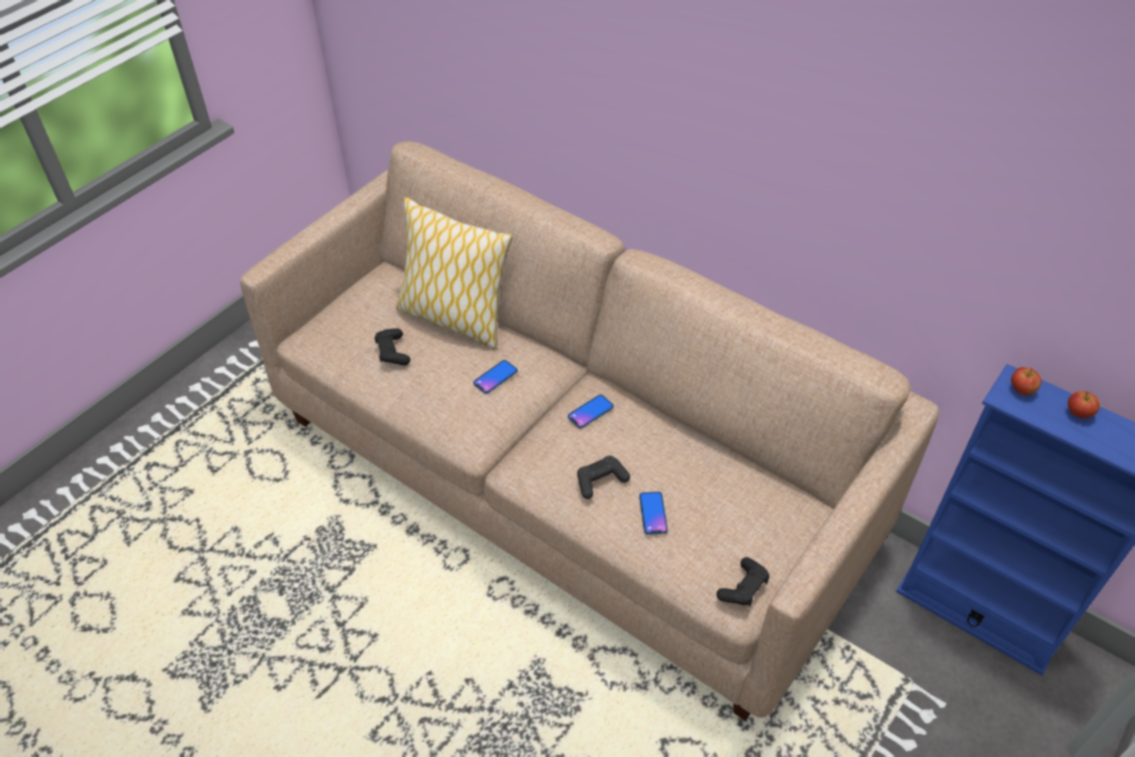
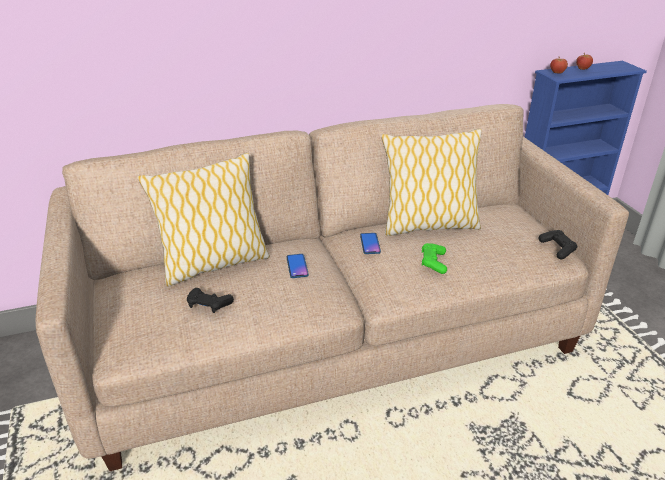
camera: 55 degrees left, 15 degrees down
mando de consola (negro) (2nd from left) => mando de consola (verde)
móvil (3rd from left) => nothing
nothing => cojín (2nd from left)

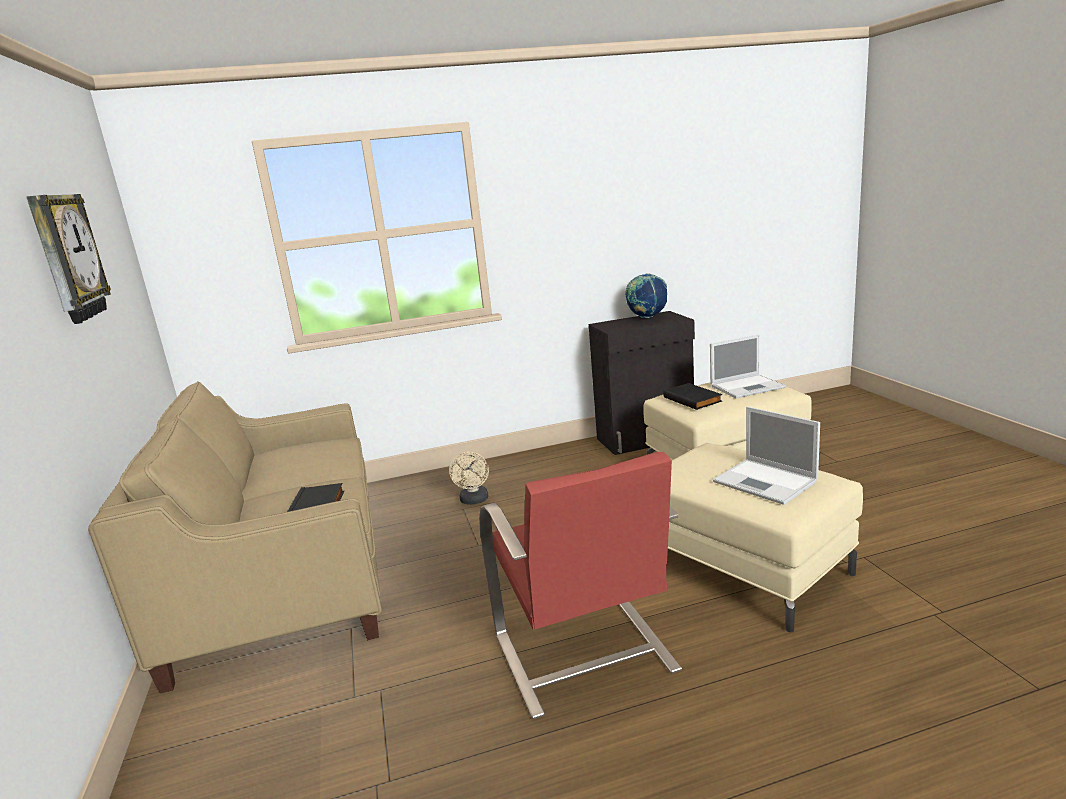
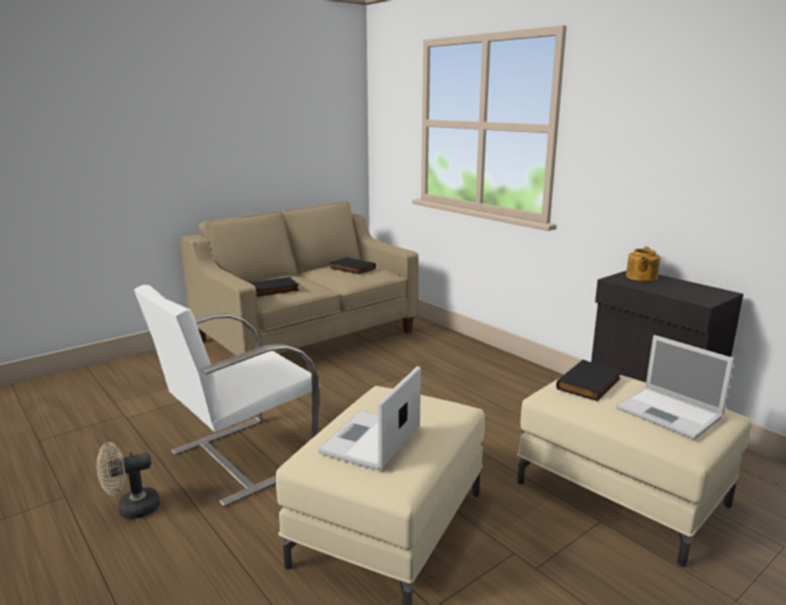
camera: 65 degrees right, 0 degrees up
reloj de pared => nothing
ventilador (beis), move
sillón (rojo) => sillón (blanco)
globo terráqueo => nothing
nothing => libro (negro) (2nd from left)
nothing => tetera

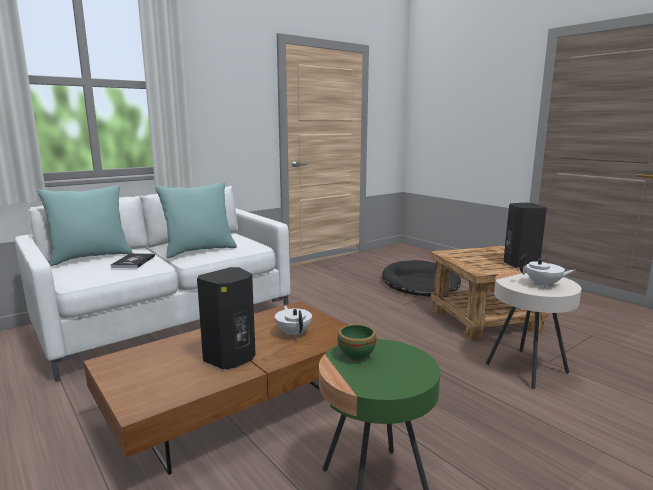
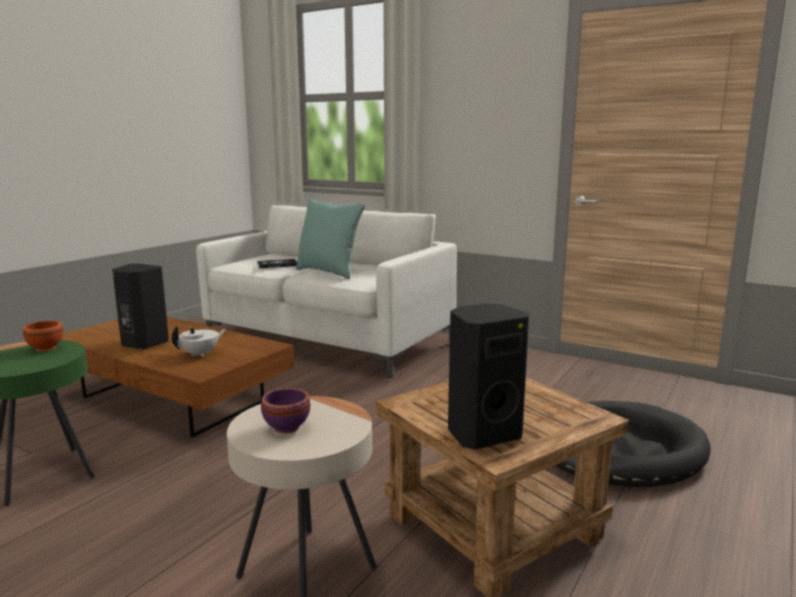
camera: 70 degrees right, 0 degrees up
cojín (turquesa) (1st from left) => nothing
cuenco (verde) => cuenco (marrón)
tetera (blanco) (2nd from left) => cuenco (morado)

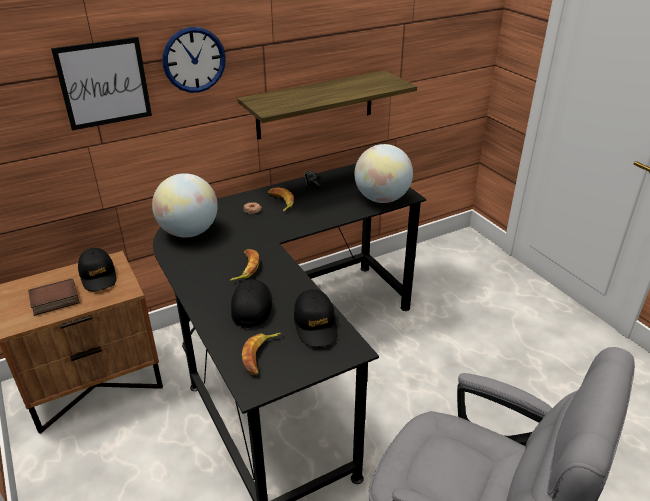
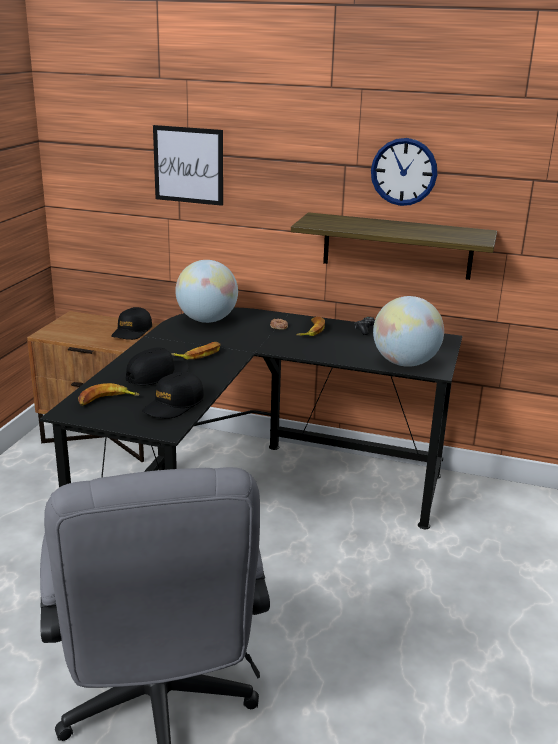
camera: 45 degrees right, 10 degrees down
libro => nothing
reloj de pared, move

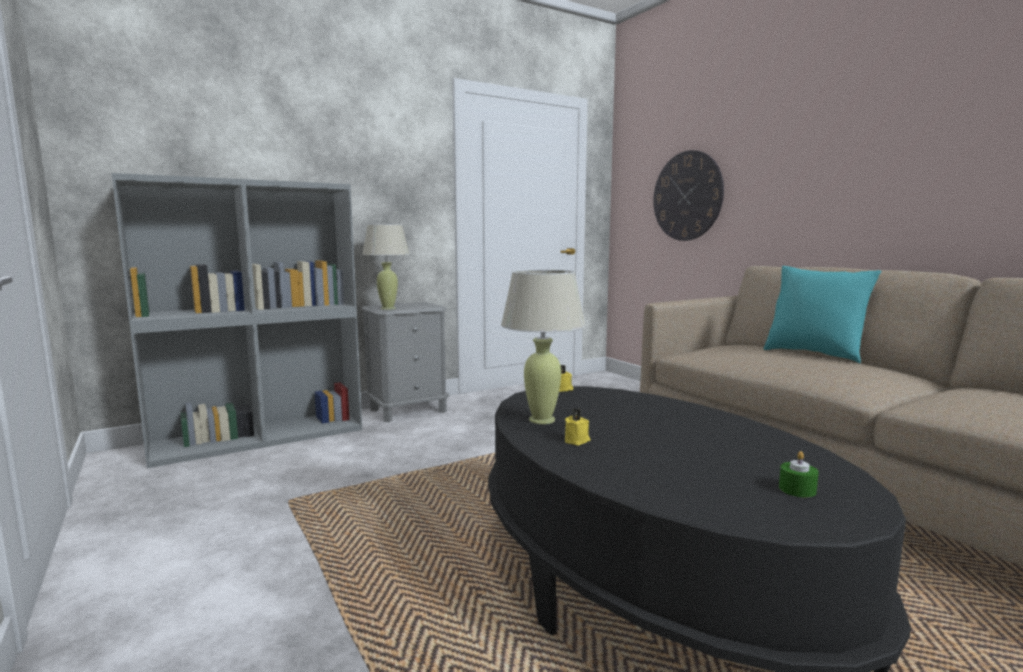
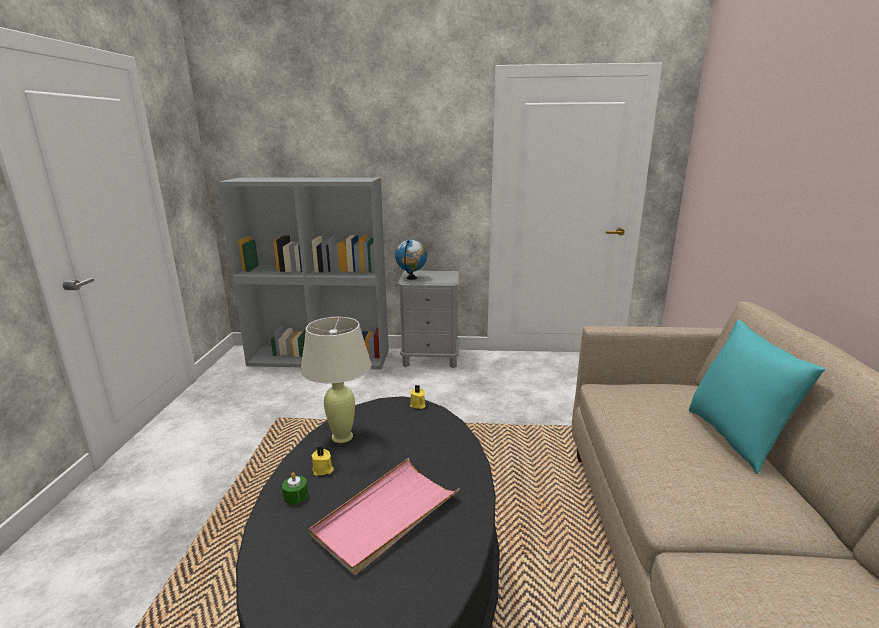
camera: 35 degrees right, 10 degrees up
lámpara de mesa (beis) (1st from left) => globo terráqueo
reloj de pared => nothing
vela (verde), move
nothing => bandeja (rosa)

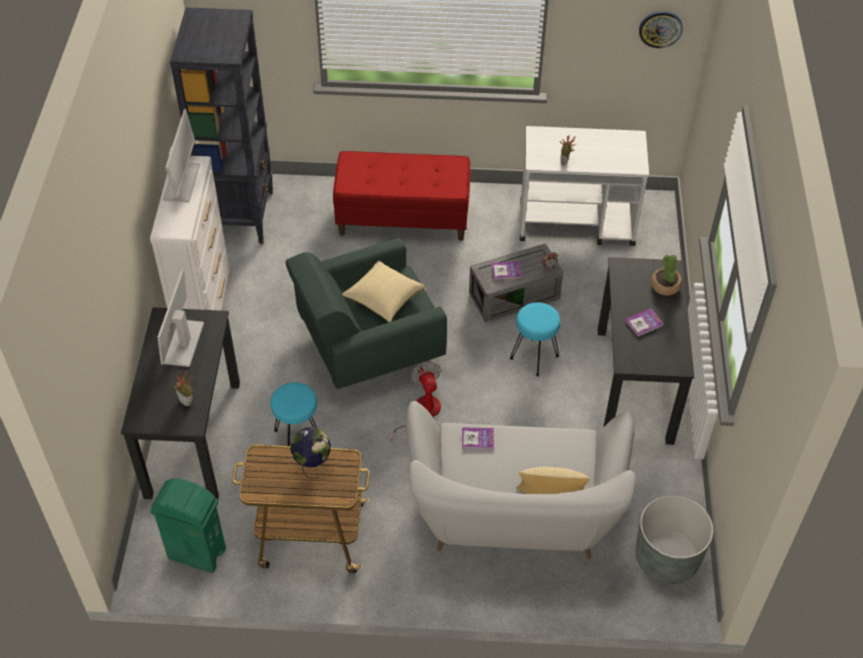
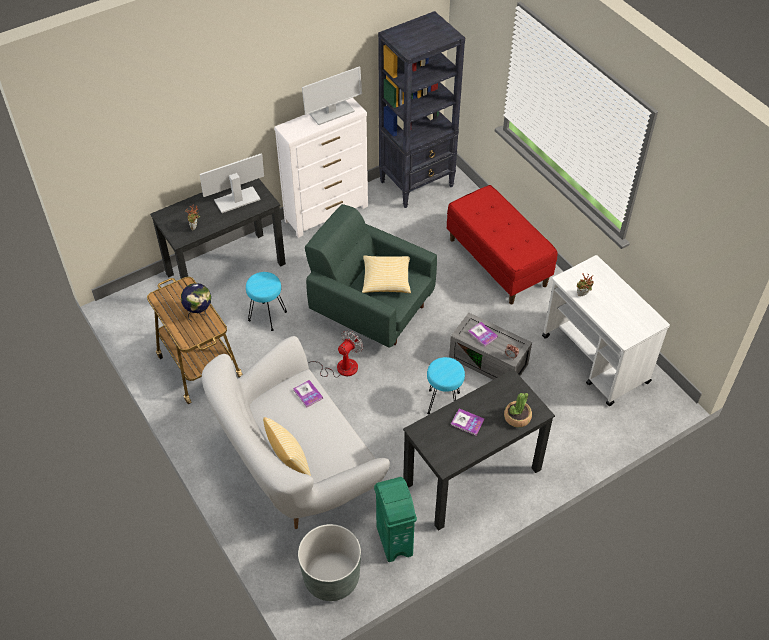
camera: 55 degrees right, 0 degrees up
papelera (verde), move
reloj de pared => nothing

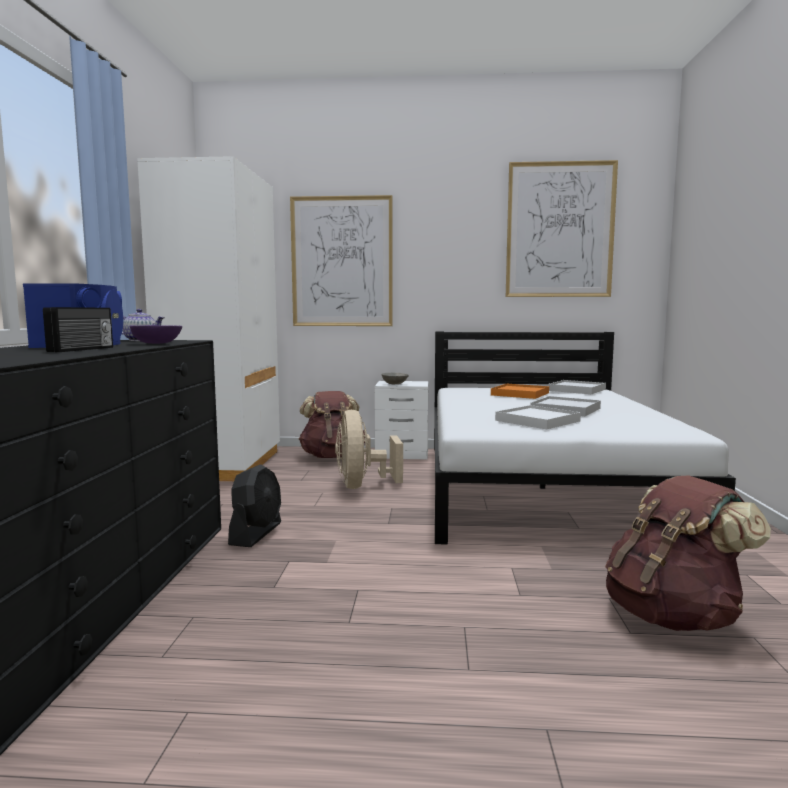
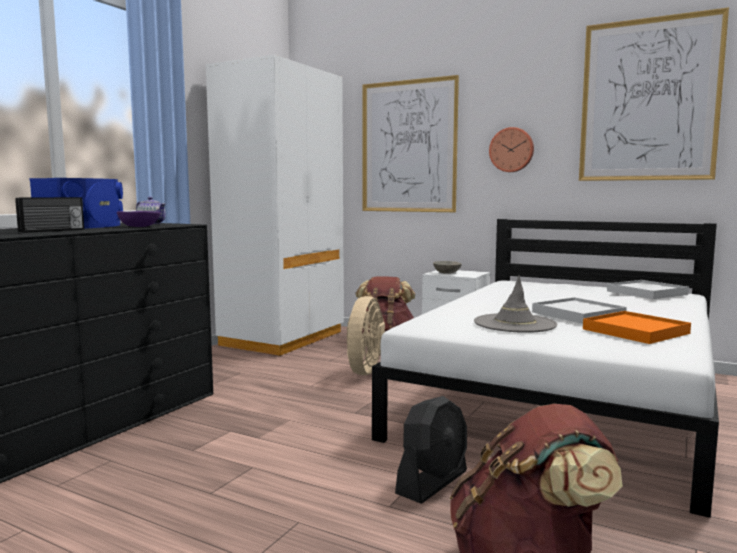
camera: 25 degrees right, 0 degrees up
ventilador (negro), move
bandeja (naranja), move
bandeja (blanco) (1st from left) => sombrero (gris)
nothing => reloj de pared

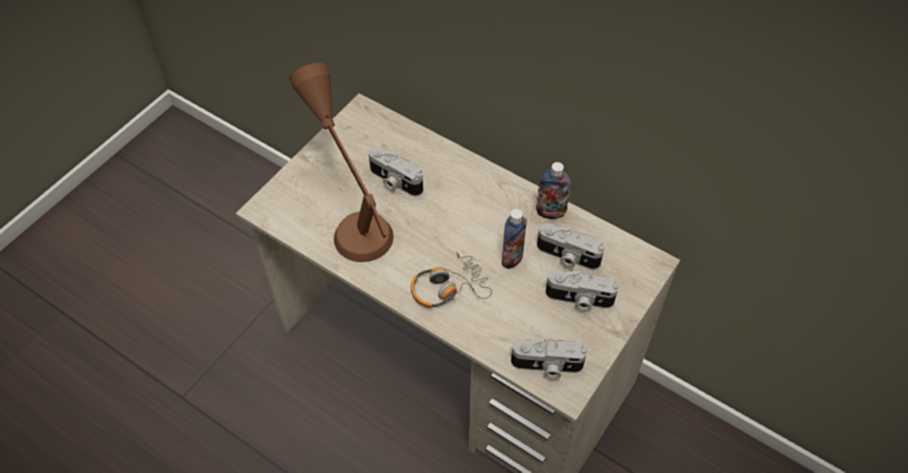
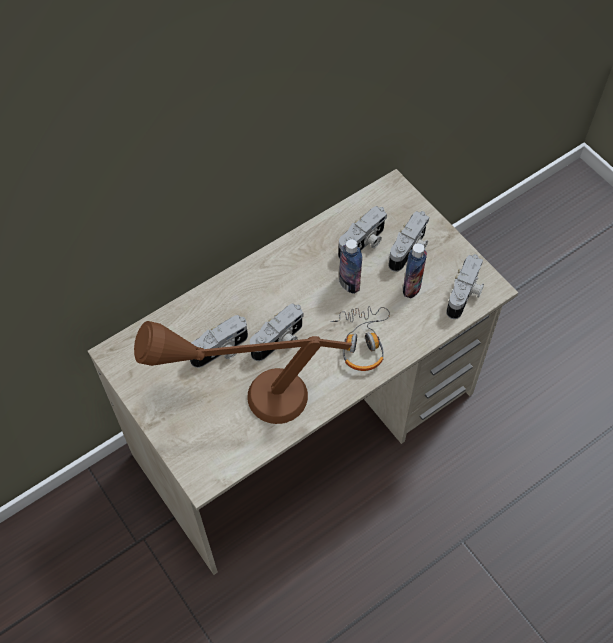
camera: 70 degrees left, 5 degrees up
botella (2nd from left), move
nothing => cámara (2nd from left)

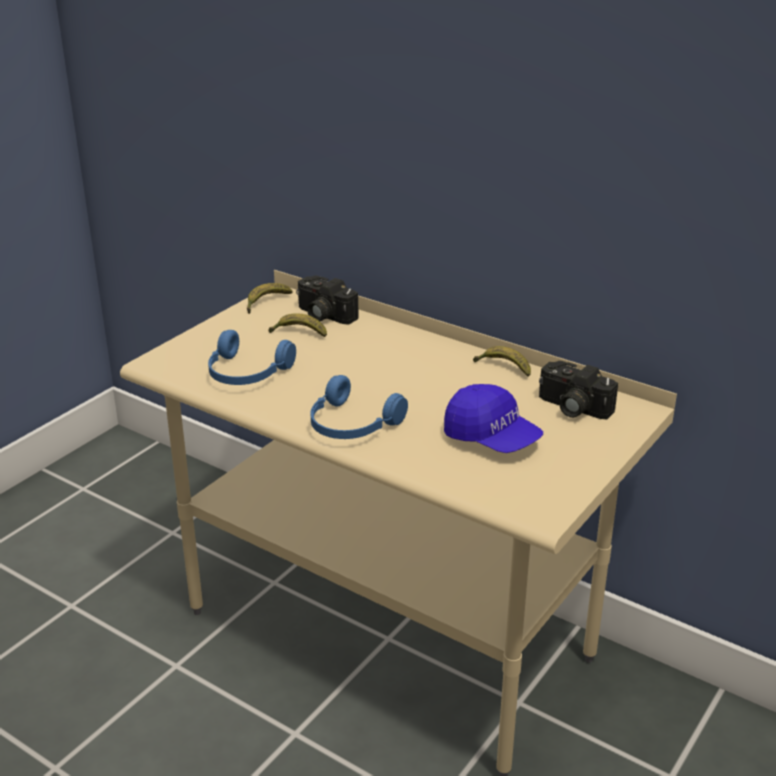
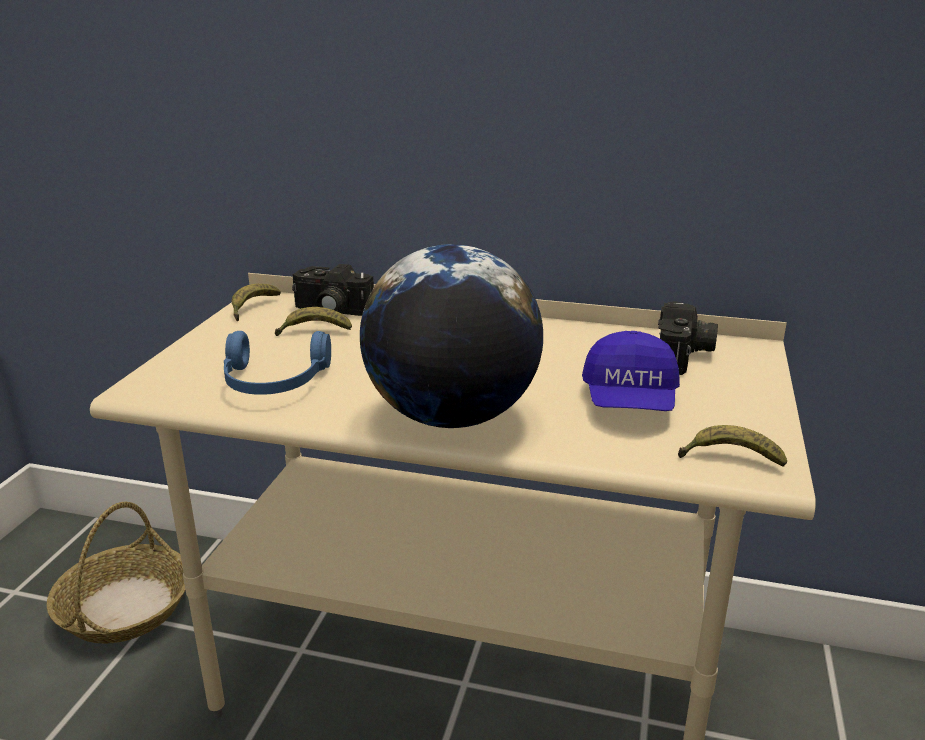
camera: 20 degrees left, 5 degrees down
auriculares (azul) (2nd from left) => globo terráqueo
gorra (azul), 75 degrees clockwise
plátano (3rd from left), move
cámara (2nd from left), 90 degrees counterclockwise
nothing => cesta

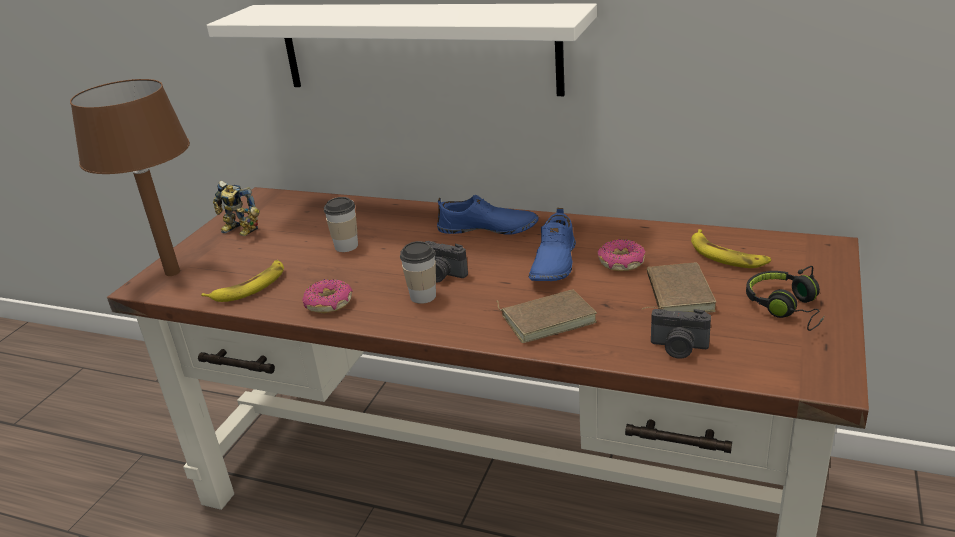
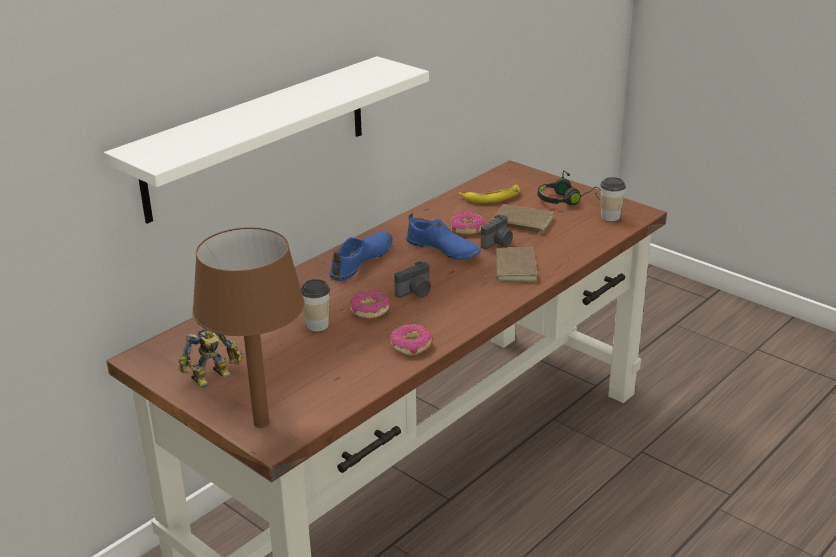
camera: 70 degrees left, 0 degrees up
plátano (1st from left) => nothing
taza (2nd from left), move
cámara (2nd from left), move
nothing => rosquilla (1st from left)

